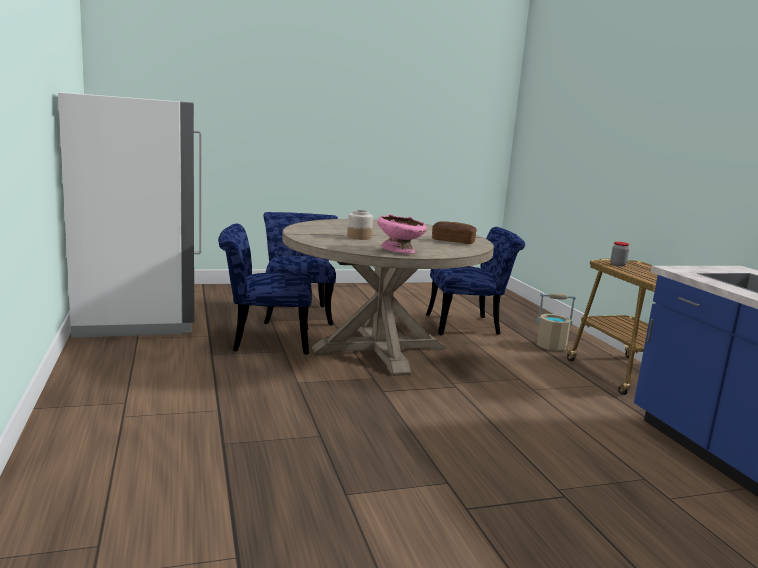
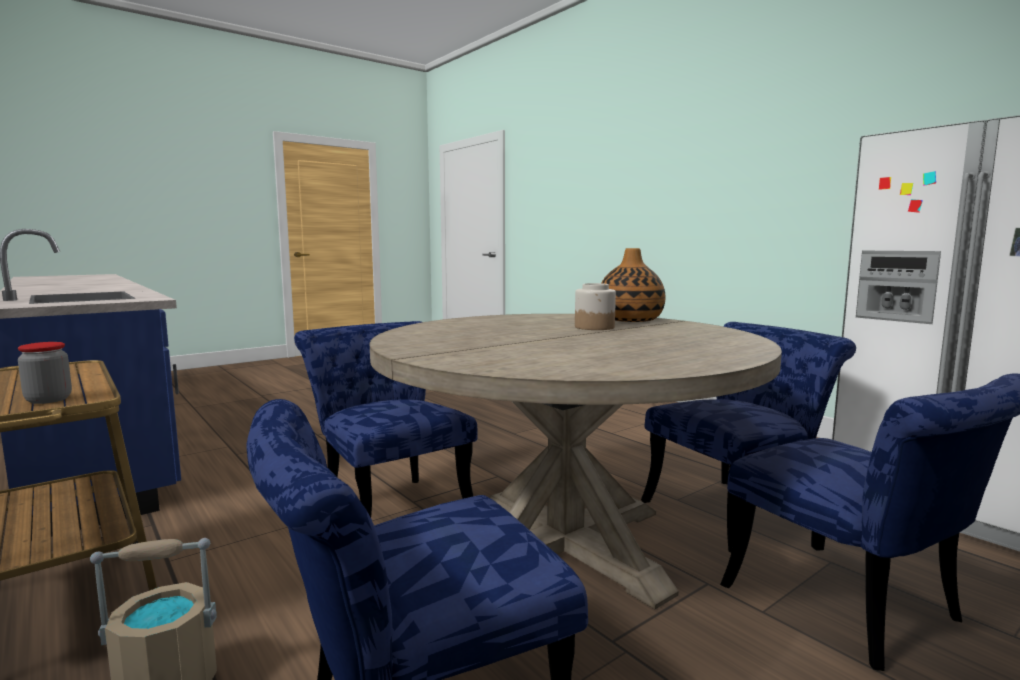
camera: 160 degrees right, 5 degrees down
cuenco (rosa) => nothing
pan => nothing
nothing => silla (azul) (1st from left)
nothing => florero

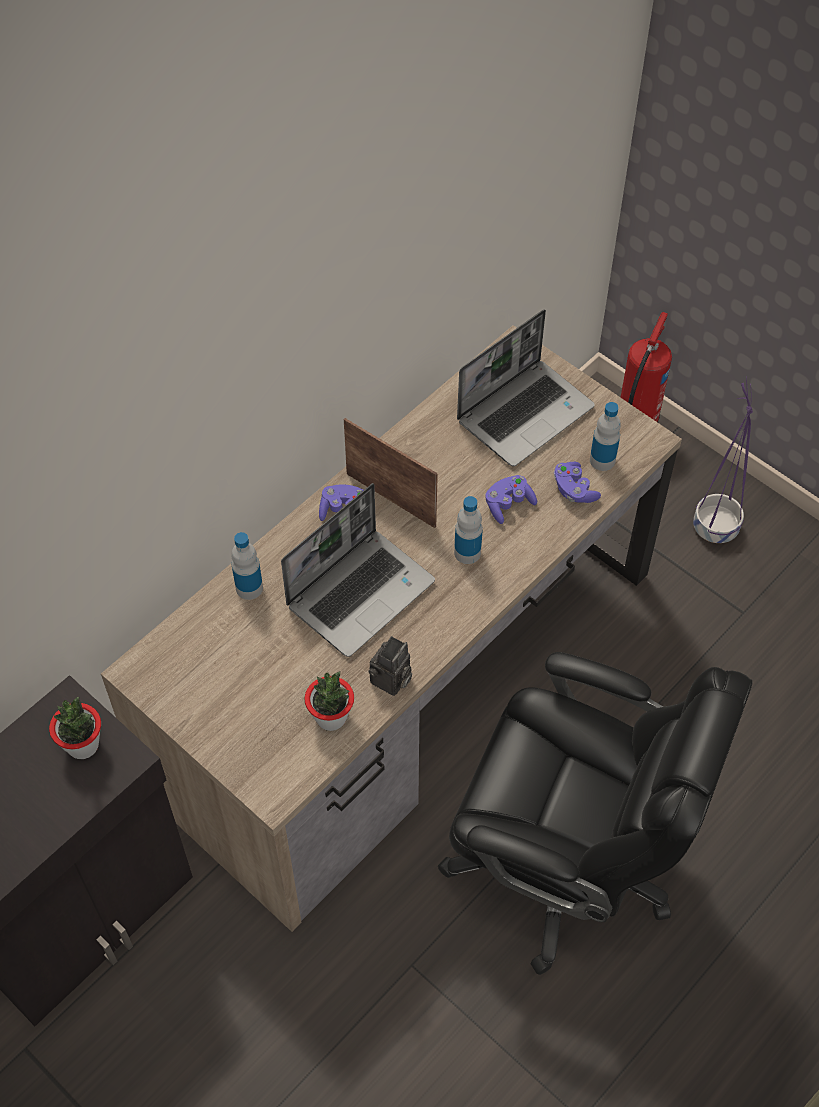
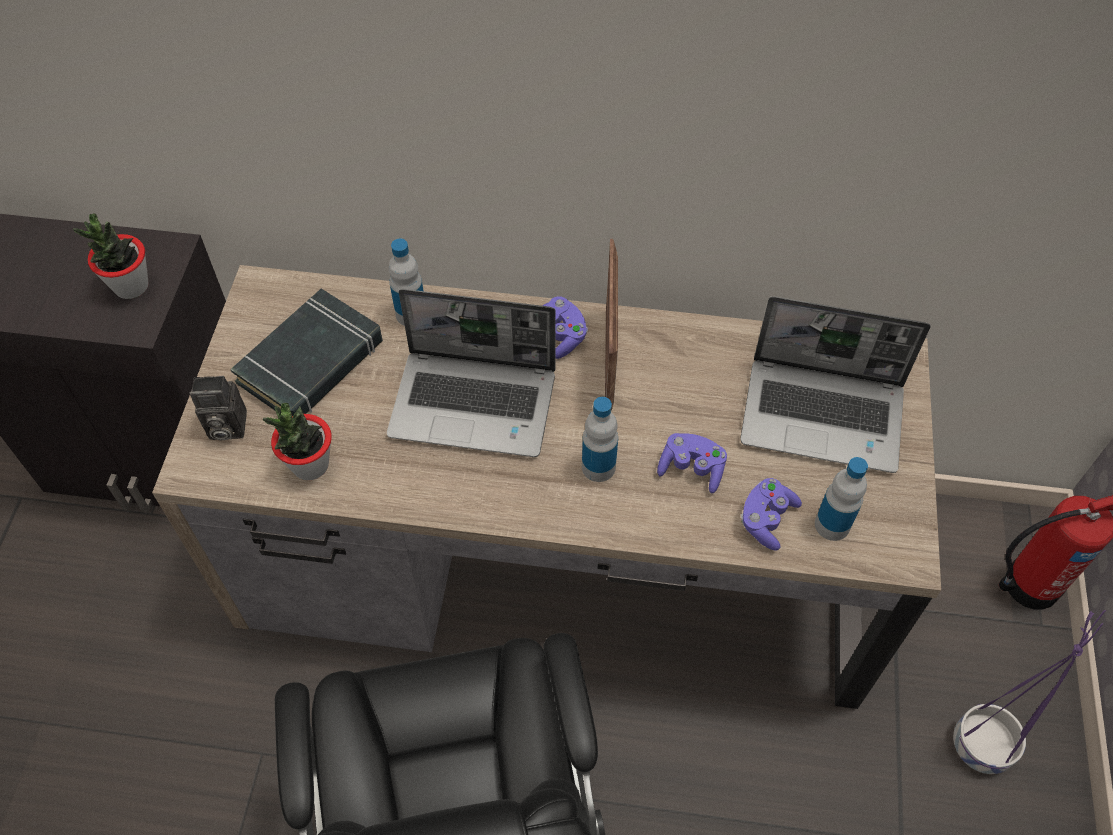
camera: 55 degrees right, 0 degrees up
cámara, move
nothing => libro (negro)

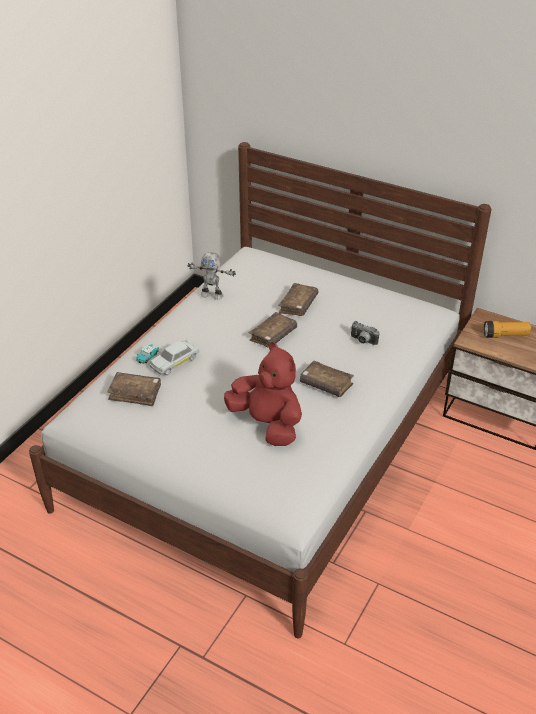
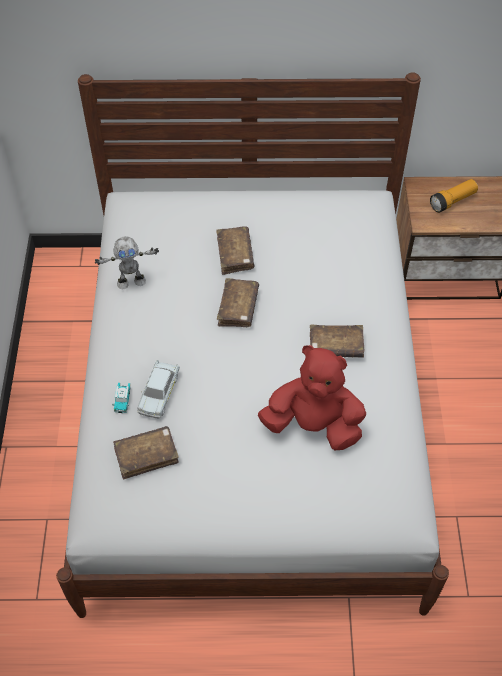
camera: 30 degrees left, 15 degrees up
cámara => nothing

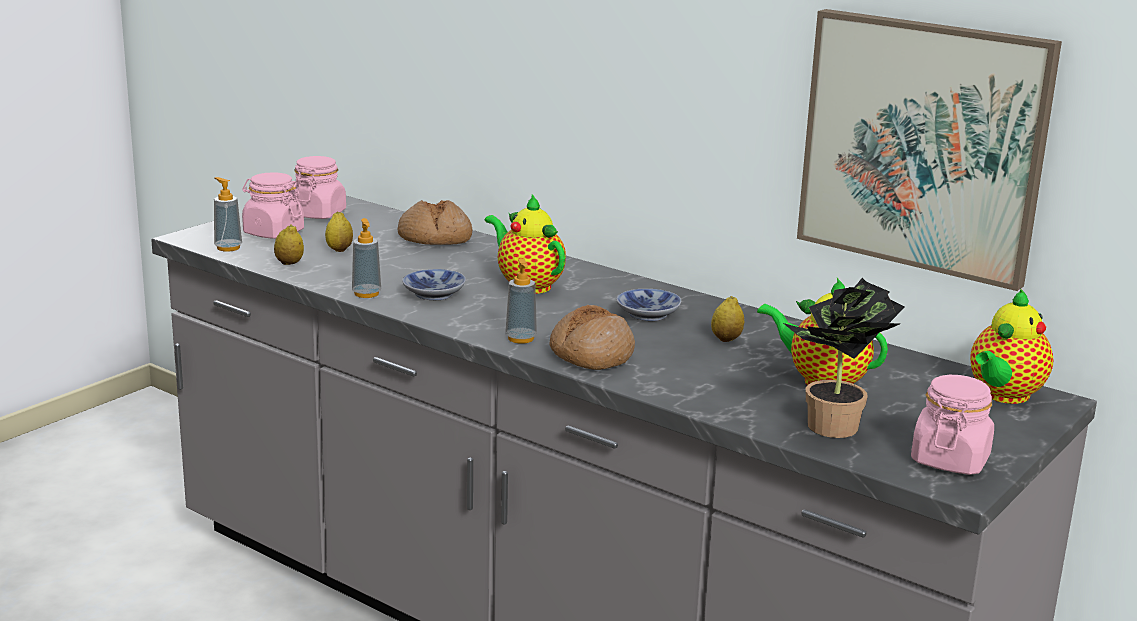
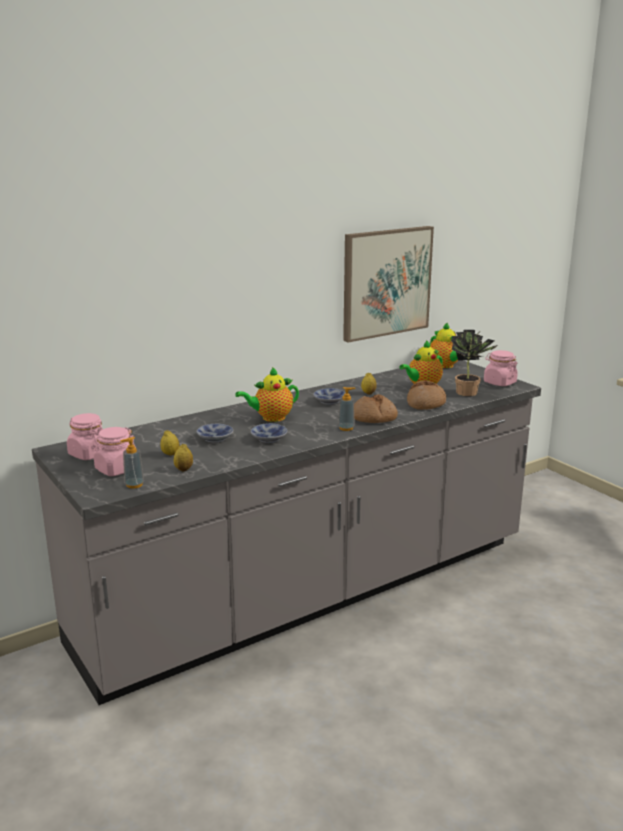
camera: 70 degrees left, 0 degrees up
dispensador de jabón (2nd from left) => nothing
pan (1st from left in the first image) => pan (2nd from left), move
nothing => cuenco (1st from left)

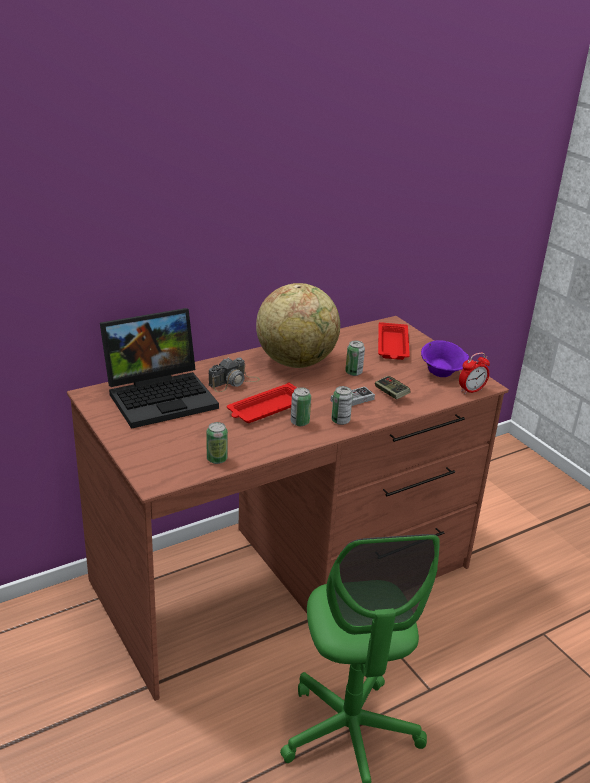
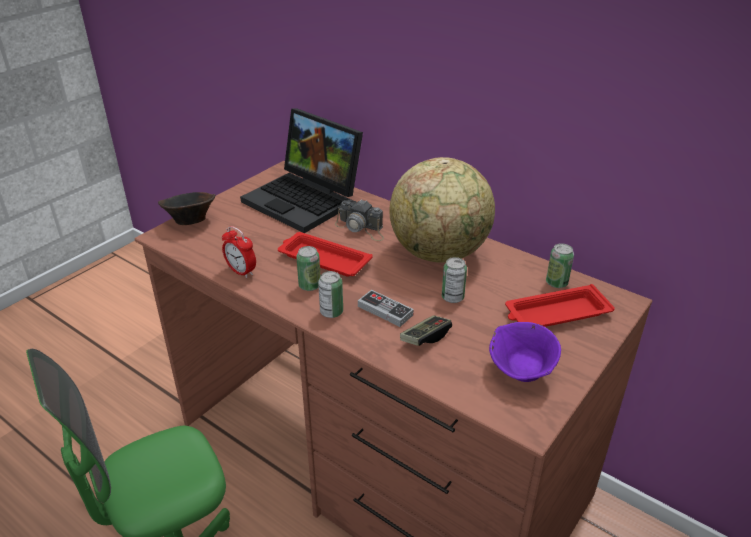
camera: 70 degrees right, 5 degrees up
lata (1st from left in the first image) => lata (4th from left), move
despertador, move
nothing => cuenco (marrón)

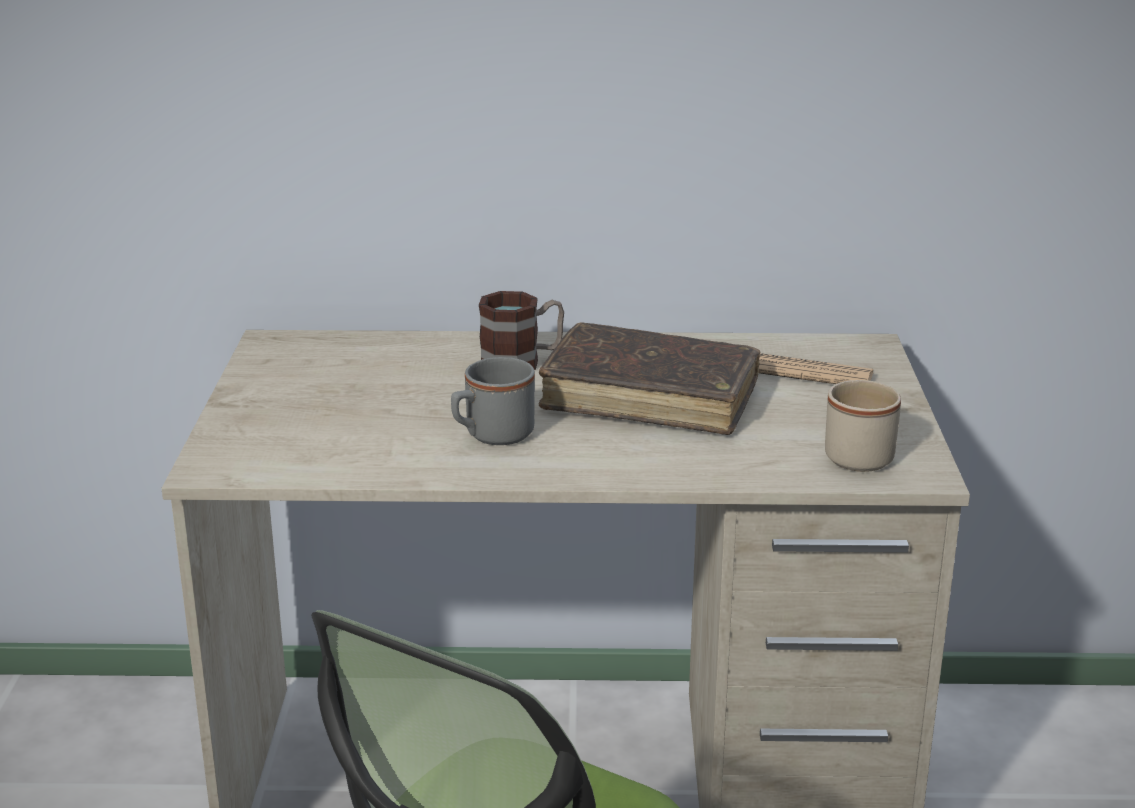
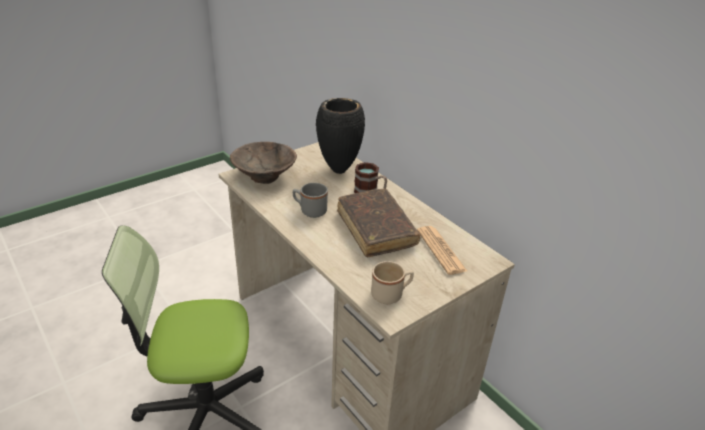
camera: 50 degrees right, 10 degrees up
nothing => cuenco (marrón)
nothing => florero (negro)

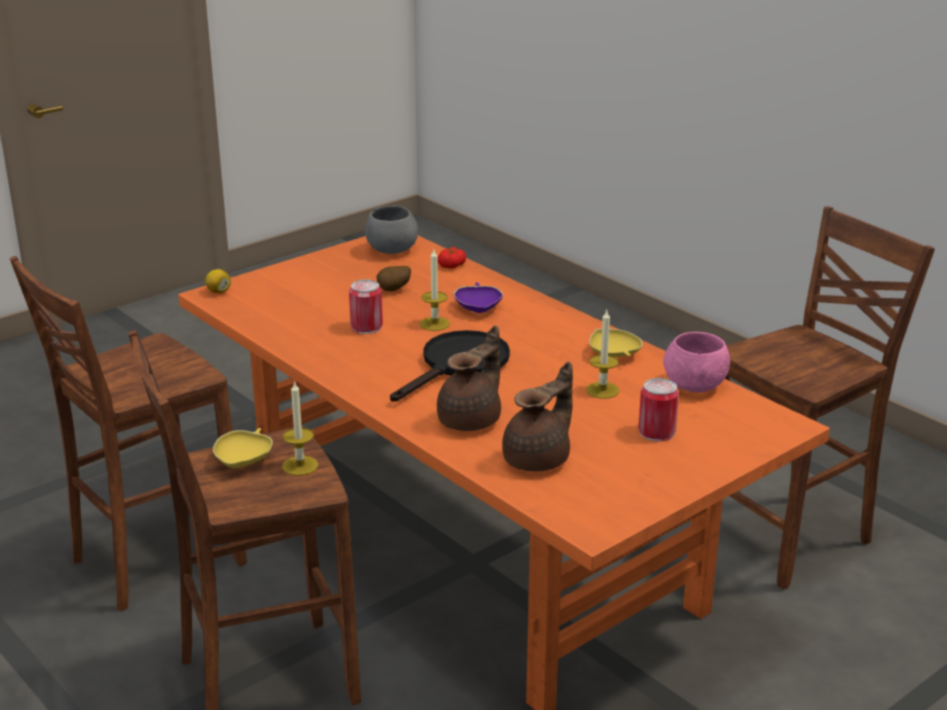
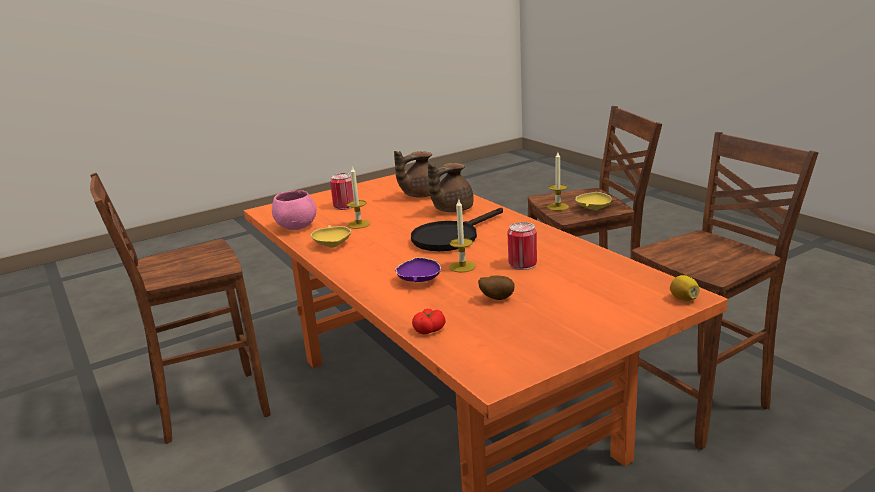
camera: 170 degrees left, 5 degrees down
cuenco (gris) => nothing

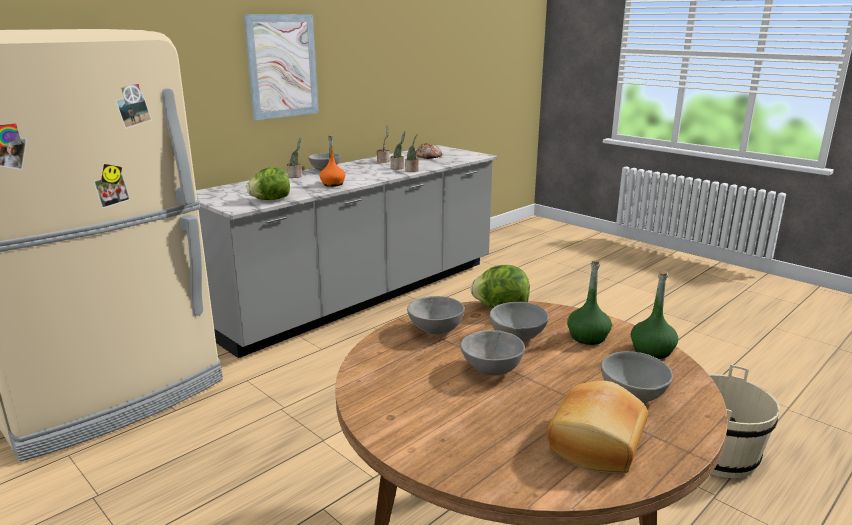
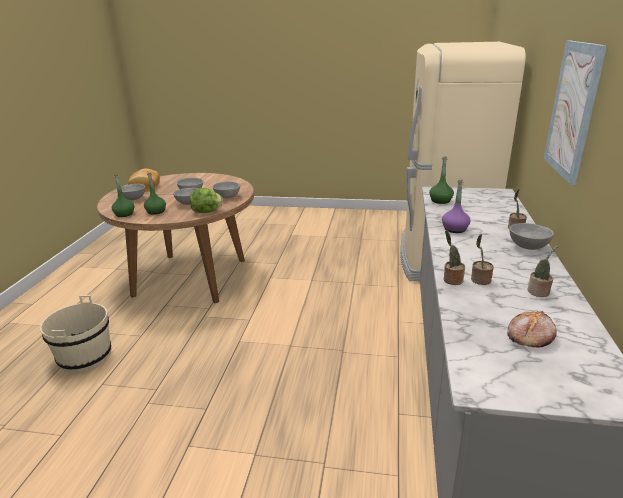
camera: 145 degrees right, 5 degrees up
lechuga (1st from left) => botella (verde) (3rd from left)
botella (naranja) => botella (morado)

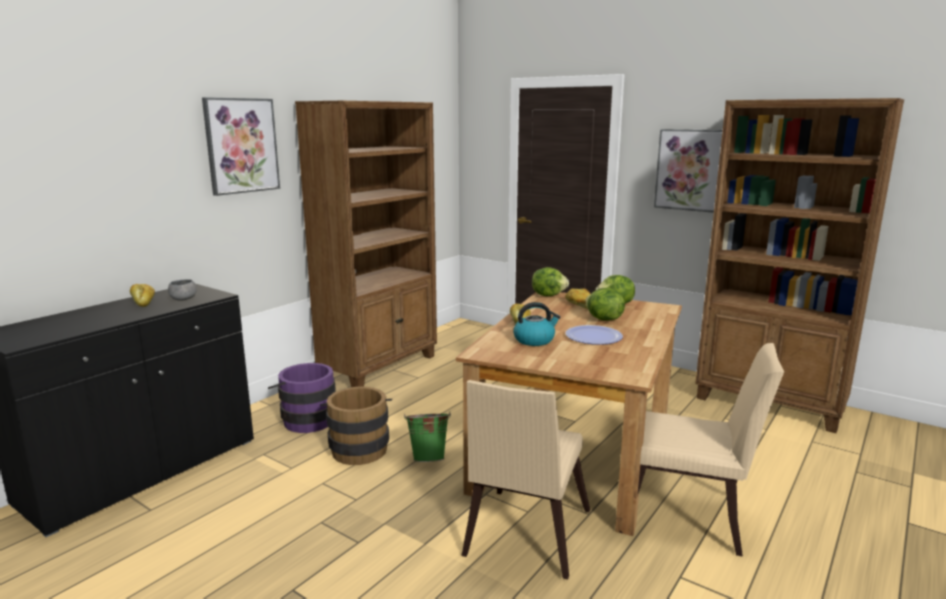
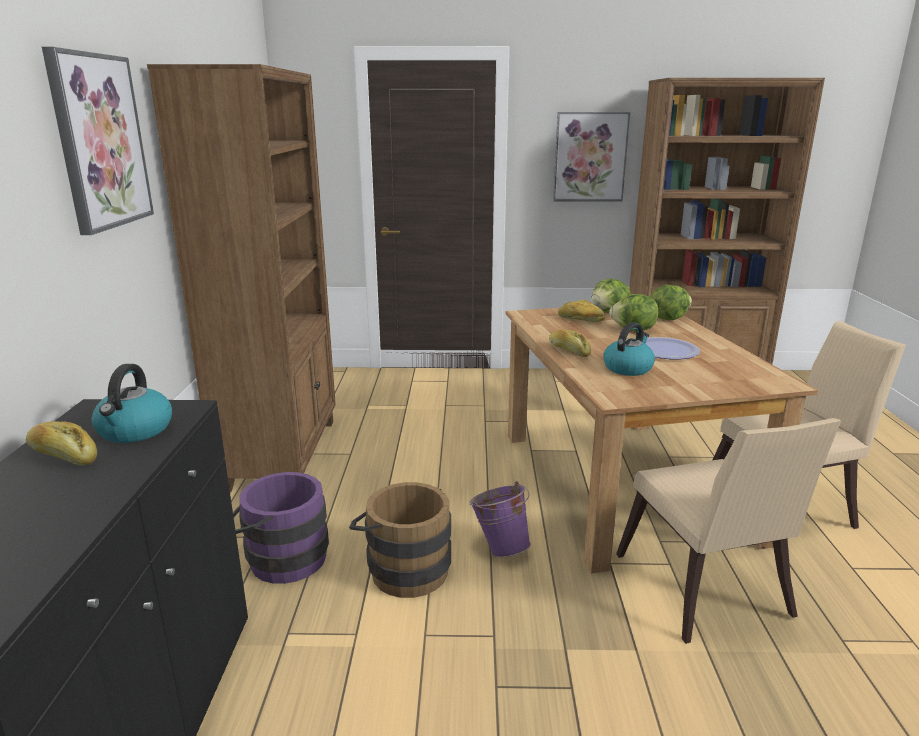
camera: 35 degrees left, 5 degrees up
cuenco (gris) => hervidor (1st from left)
cubo (verde) => cubo (morado) (2nd from left)
lechuga (1st from left in the first image) => lechuga (3rd from left), move

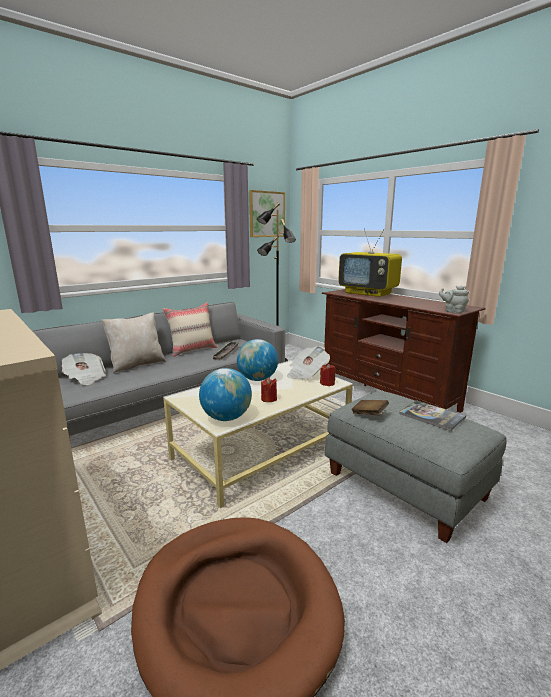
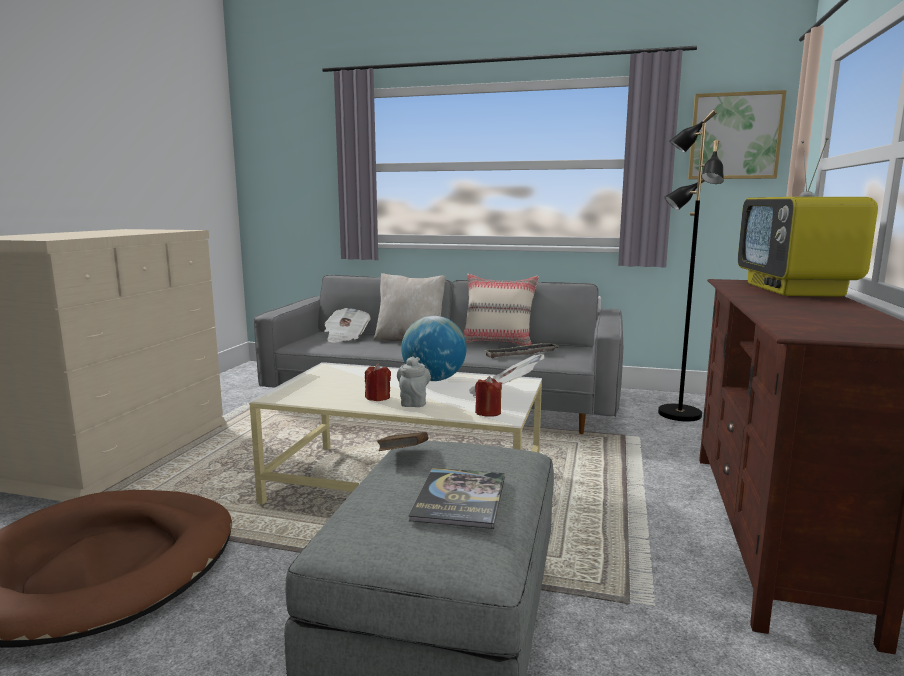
camera: 55 degrees right, 5 degrees down
globo terráqueo (1st from left) => nothing
tetera (gris), move

